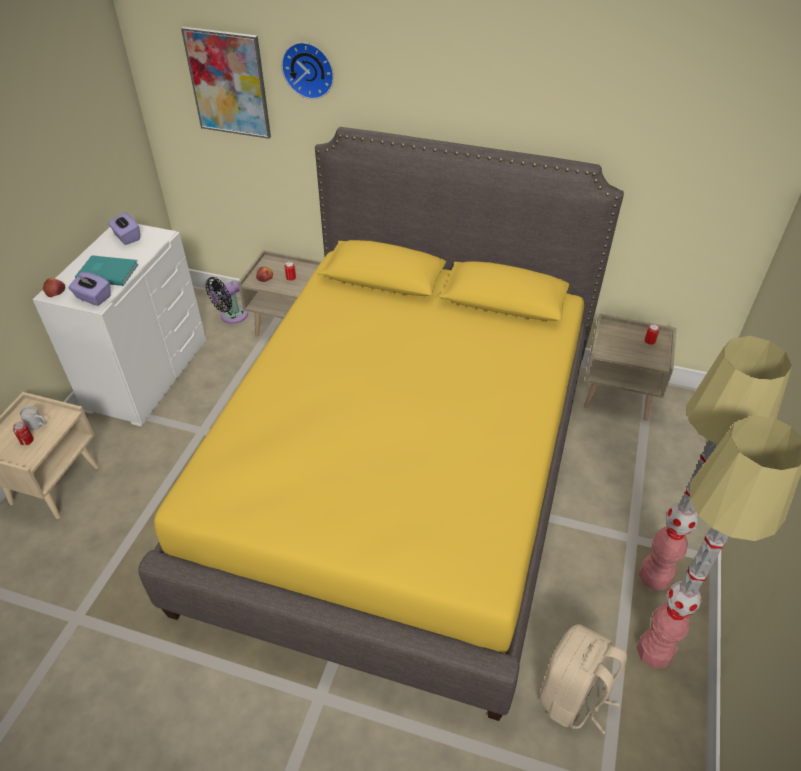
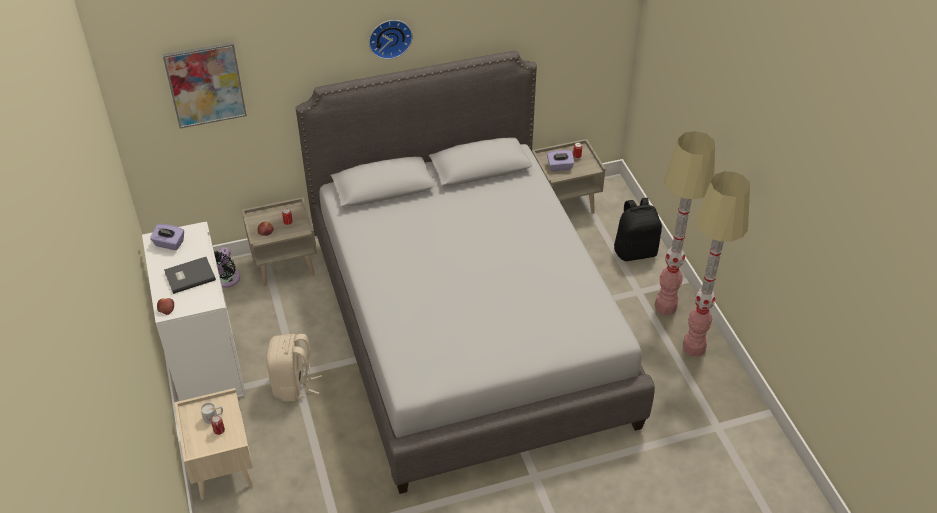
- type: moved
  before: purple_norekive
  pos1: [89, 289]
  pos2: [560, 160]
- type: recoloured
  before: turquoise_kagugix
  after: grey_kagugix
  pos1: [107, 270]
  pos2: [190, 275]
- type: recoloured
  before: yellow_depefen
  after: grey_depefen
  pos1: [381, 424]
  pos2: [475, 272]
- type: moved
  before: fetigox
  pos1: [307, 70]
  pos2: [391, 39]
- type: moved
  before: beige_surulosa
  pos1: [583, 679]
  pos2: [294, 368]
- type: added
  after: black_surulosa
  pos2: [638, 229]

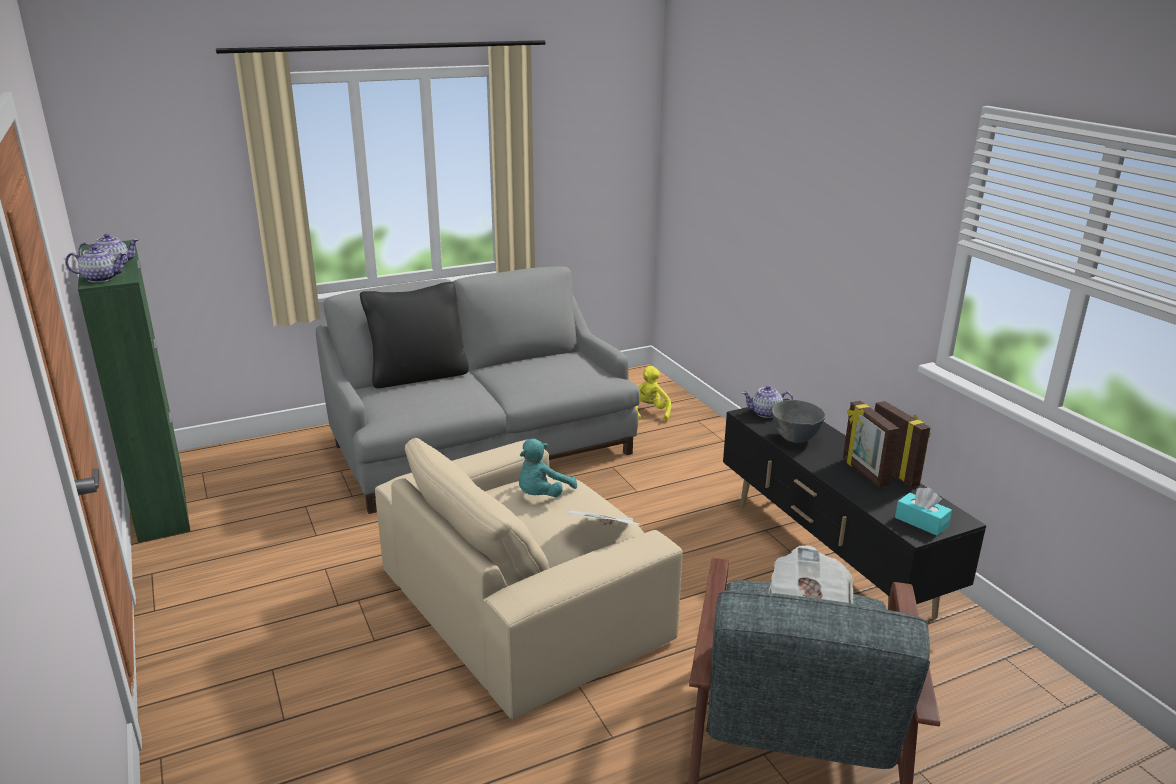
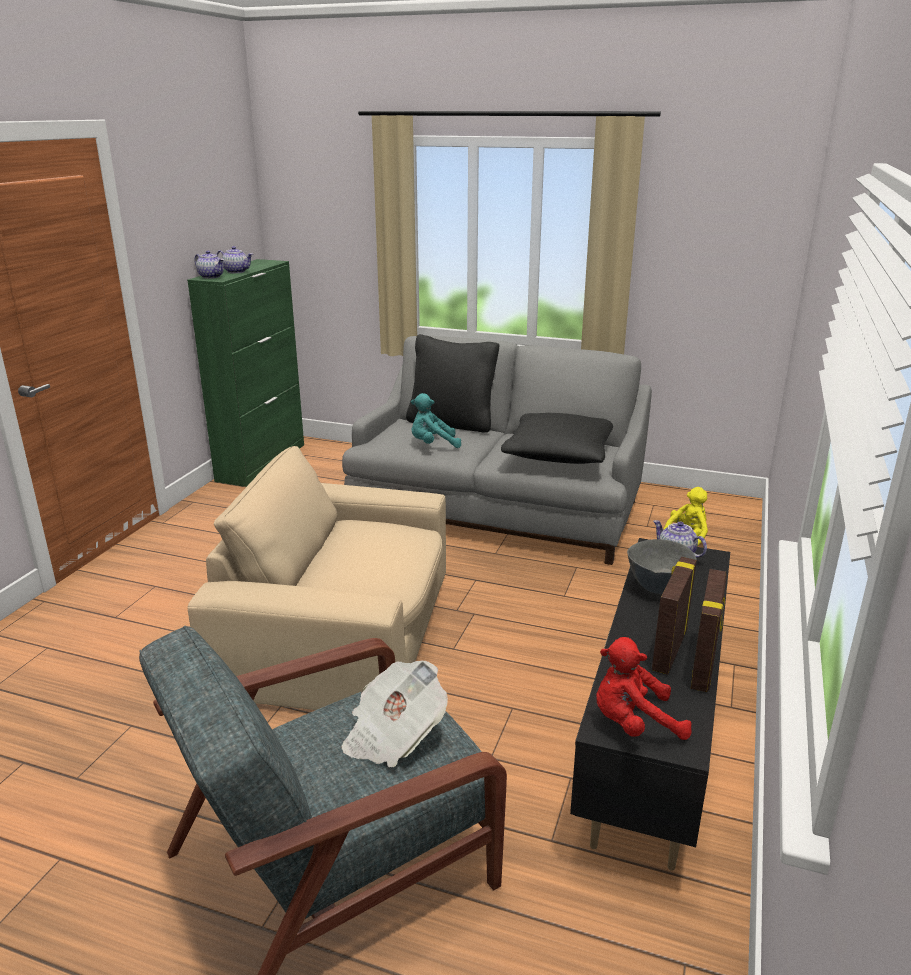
- type: moved
  before: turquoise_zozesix
  pos1: [548, 468]
  pos2: [436, 420]
- type: removed
  before: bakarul
  pos1: [603, 518]
- type: replaced
  before: turquoise_norekive
  after: red_zozesix
  pos1: [923, 511]
  pos2: [644, 688]
- type: added
  after: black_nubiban
  pos2: [557, 438]

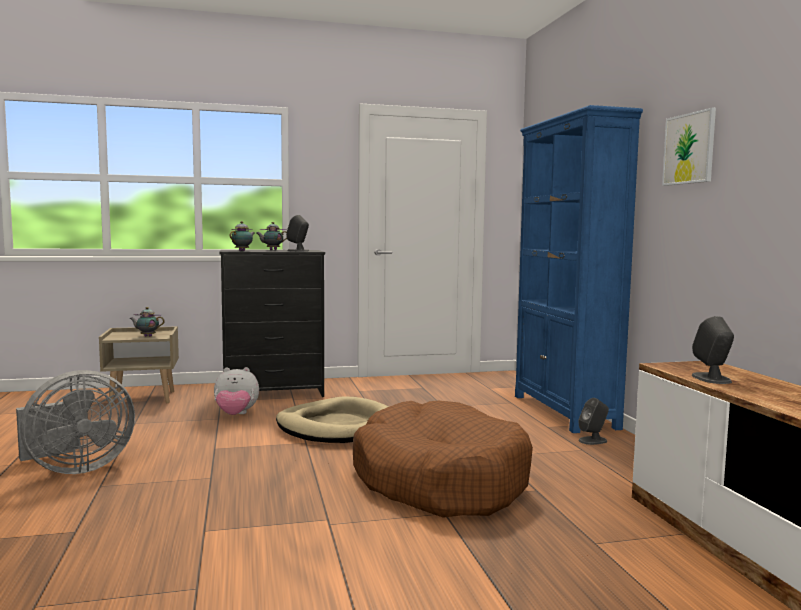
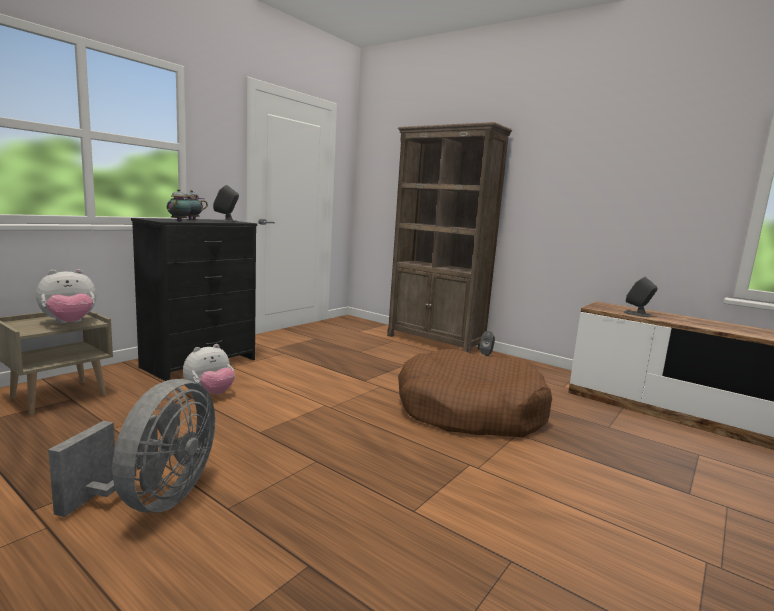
- type: replaced
  before: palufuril
  after: zozesix
  pos1: [147, 322]
  pos2: [66, 296]
- type: removed
  before: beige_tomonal
  pos1: [332, 419]
- type: recoloured
  before: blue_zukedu
  after: brown_zukedu
  pos1: [579, 269]
  pos2: [449, 237]
- type: removed
  before: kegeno
  pos1: [689, 147]

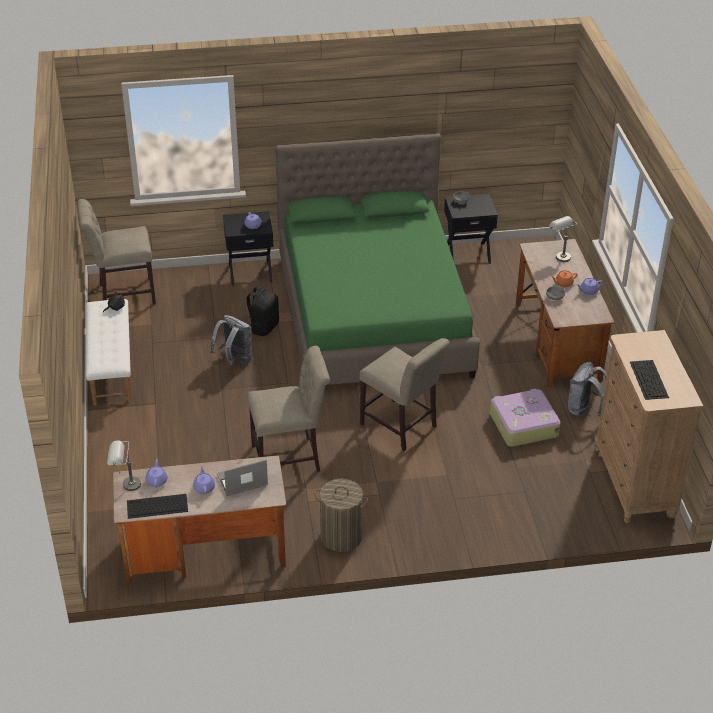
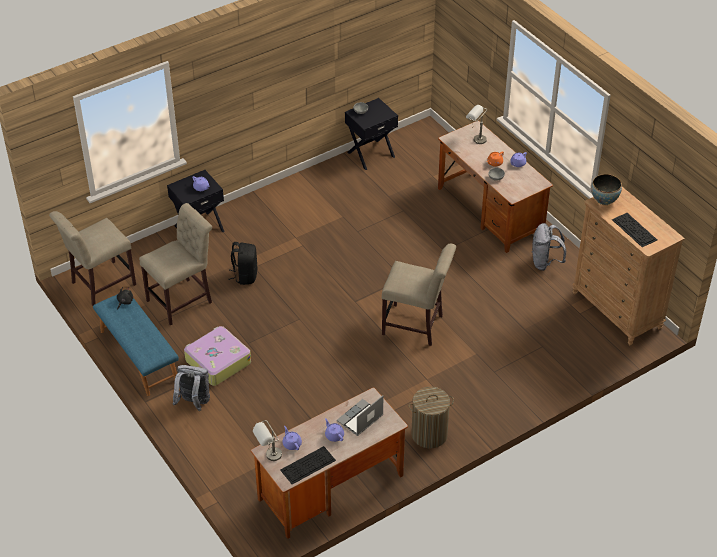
- type: recoloured
  before: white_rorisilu
  after: blue_rorisilu
  pos1: [109, 352]
  pos2: [136, 345]
- type: moved
  before: grey_surulosa
  pos1: [231, 340]
  pos2: [191, 388]
- type: moved
  before: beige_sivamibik
  pos1: [289, 409]
  pos2: [175, 264]
- type: removed
  before: green_depefen
  pos1: [377, 259]
- type: moved
  before: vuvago
  pos1: [525, 418]
  pos2: [217, 356]
- type: added
  after: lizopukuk
  pos2: [606, 189]

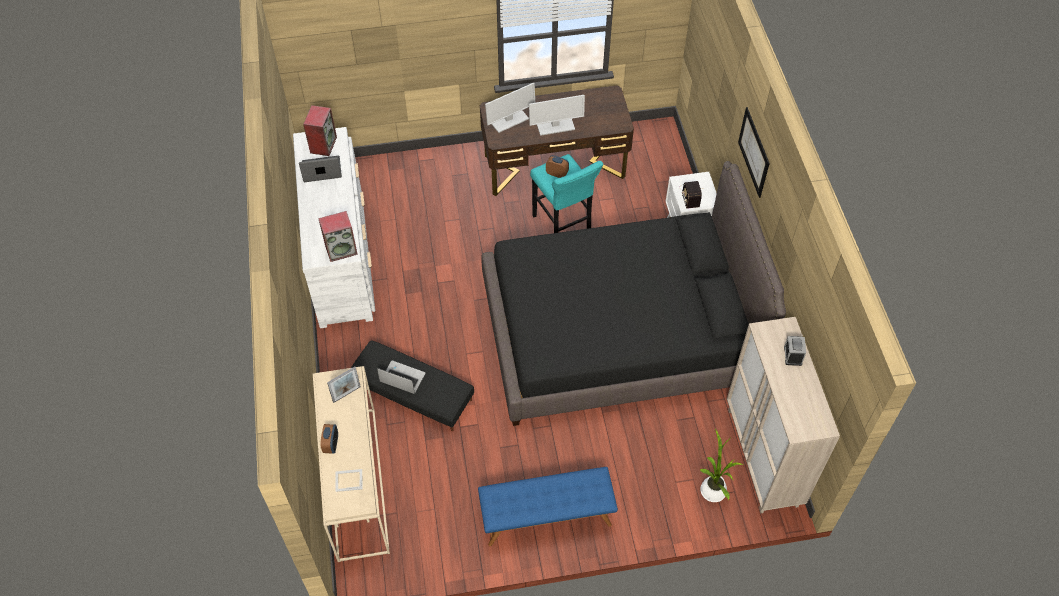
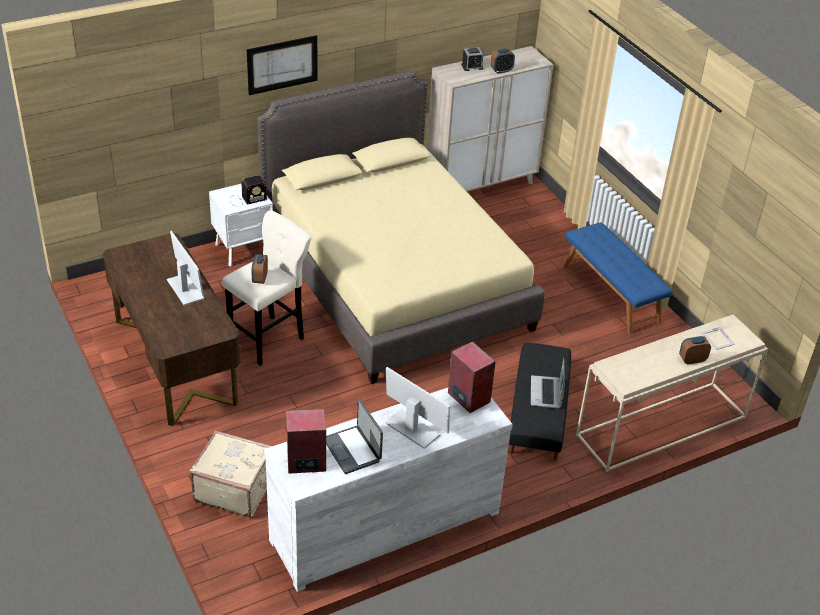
- type: removed
  before: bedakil
  pos1: [344, 385]
- type: recoloured
  before: black_depefen
  after: beige_depefen
  pos1: [633, 293]
  pos2: [401, 227]
- type: moved
  before: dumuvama
  pos1: [510, 108]
  pos2: [417, 408]
- type: recoloured
  before: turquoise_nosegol
  after: beige_nosegol
  pos1: [566, 193]
  pos2: [266, 288]
- type: removed
  before: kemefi
  pos1: [722, 465]
- type: added
  after: beige_vuvago
  pos2: [231, 473]
- type: added
  after: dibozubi
  pos2: [502, 61]

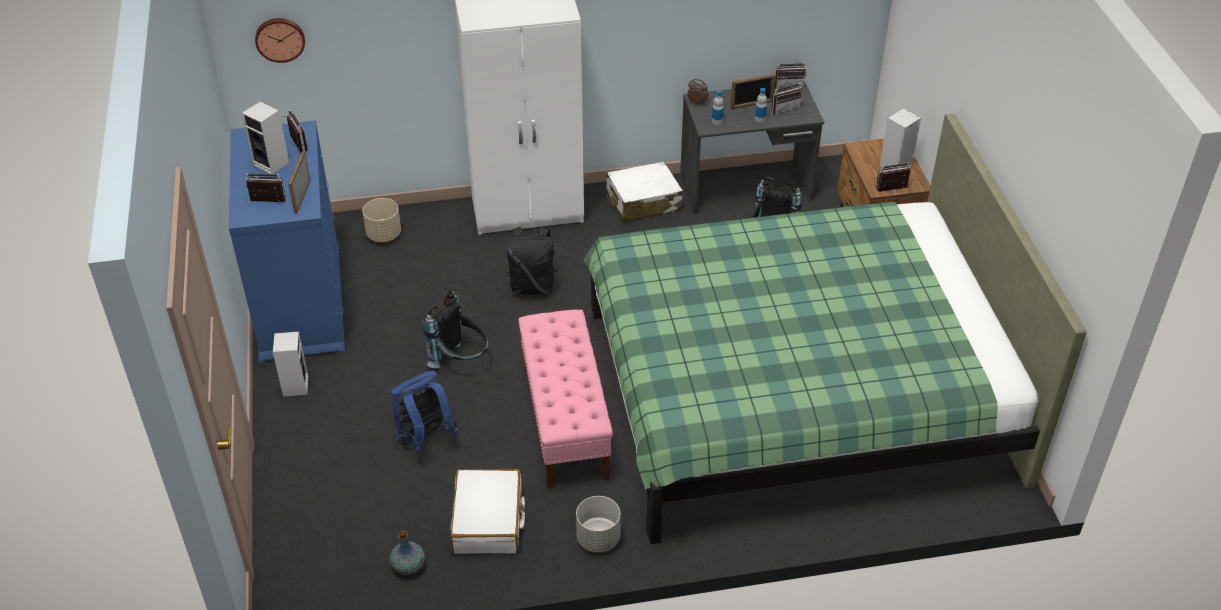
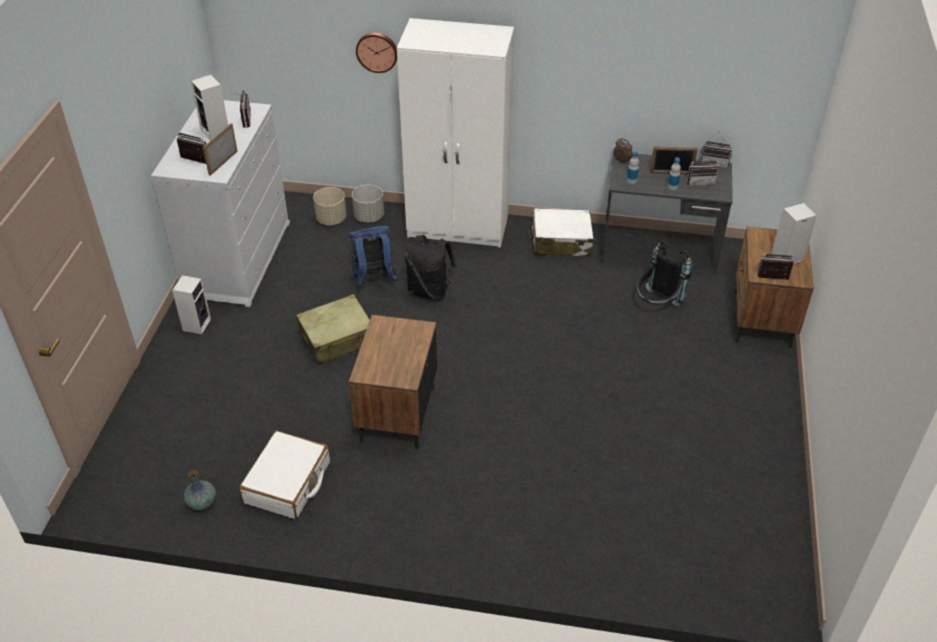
- type: recoloured
  before: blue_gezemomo
  after: white_gezemomo
  pos1: [287, 241]
  pos2: [220, 203]
- type: moved
  before: fetigox
  pos1: [280, 40]
  pos2: [376, 52]
- type: moved
  before: blue_surulosa
  pos1: [424, 411]
  pos2: [373, 256]
- type: replaced
  before: black_surulosa
  after: beige_vuvago
  pos1: [455, 329]
  pos2: [333, 329]
- type: replaced
  before: pink_rorisilu
  after: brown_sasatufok
  pos1: [566, 399]
  pos2: [393, 382]
- type: moved
  before: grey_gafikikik
  pos1: [598, 524]
  pos2: [368, 204]
- type: removed
  before: green_depefen
  pos1: [835, 328]

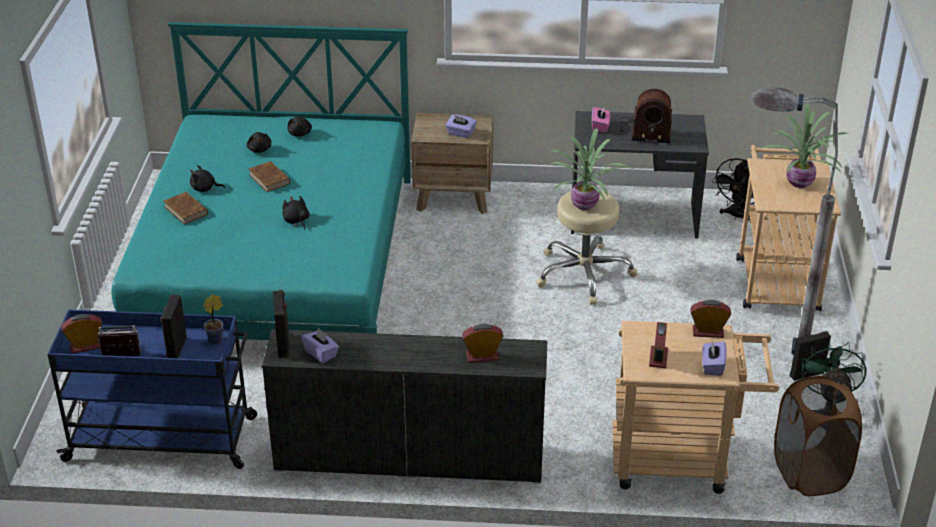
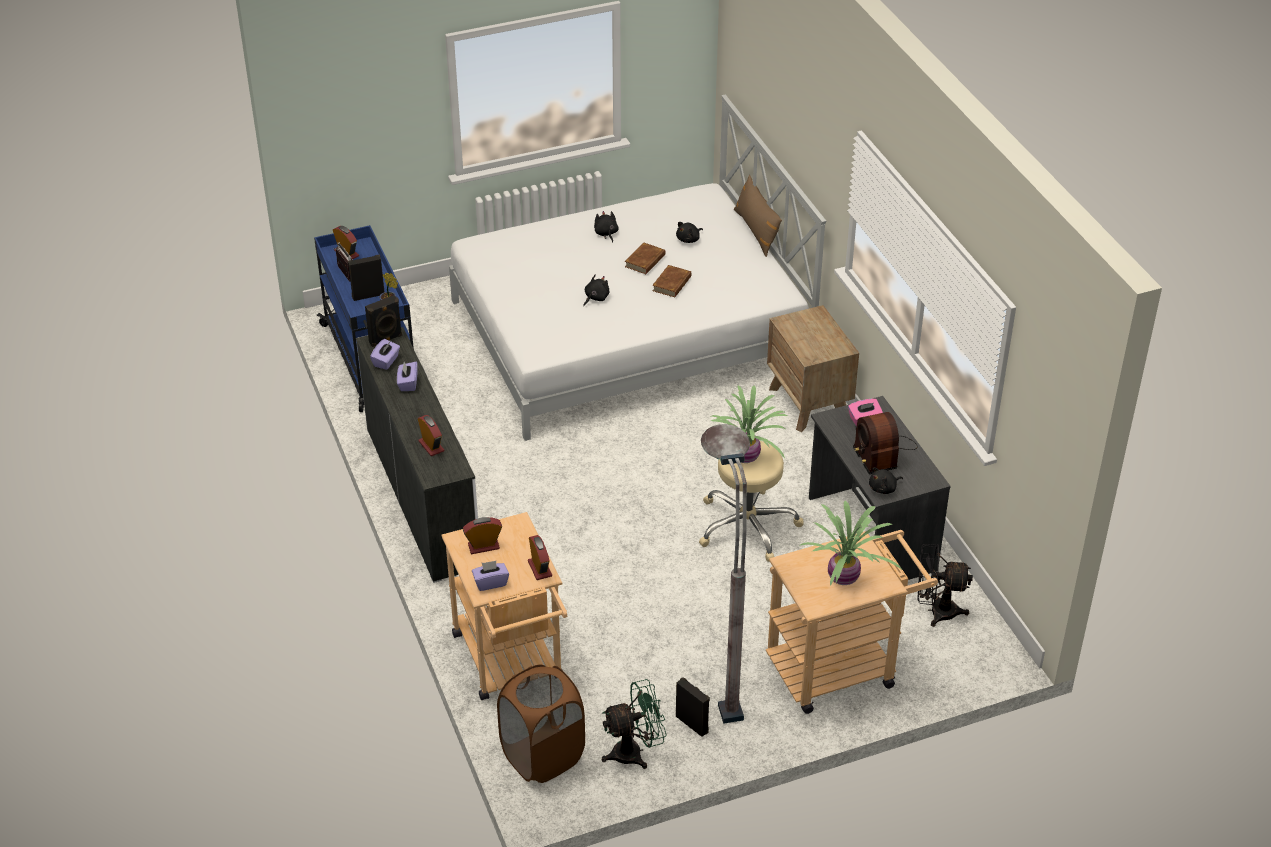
- type: recoloured
  before: turquoise_depefen
  after: white_depefen
  pos1: [261, 181]
  pos2: [637, 267]
- type: moved
  before: brown_kagugix
  pos1: [186, 208]
  pos2: [672, 281]
- type: moved
  before: black_zozesix
  pos1: [299, 126]
  pos2: [886, 480]
- type: moved
  before: purple_norekive
  pos1: [461, 126]
  pos2: [407, 376]
- type: added
  after: brown_nubiban
  pos2: [758, 216]

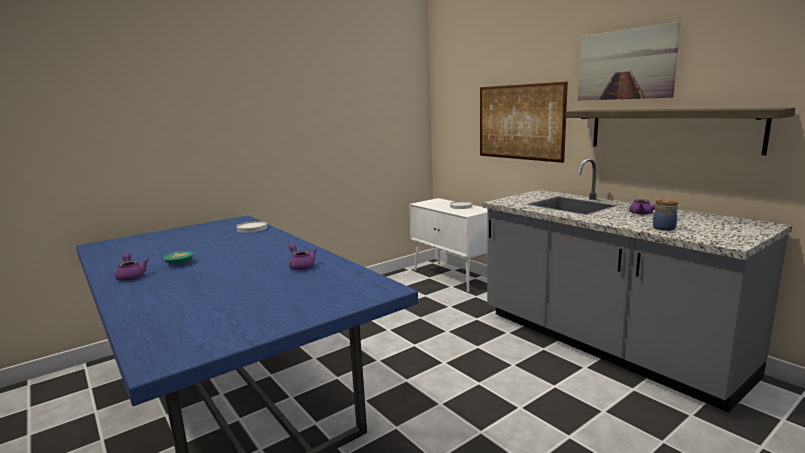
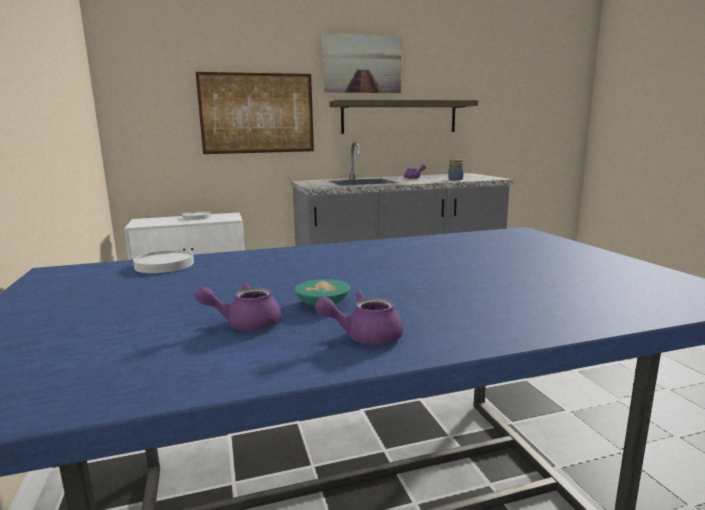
- type: moved
  before: purple_palufuril
  pos1: [303, 256]
  pos2: [238, 306]

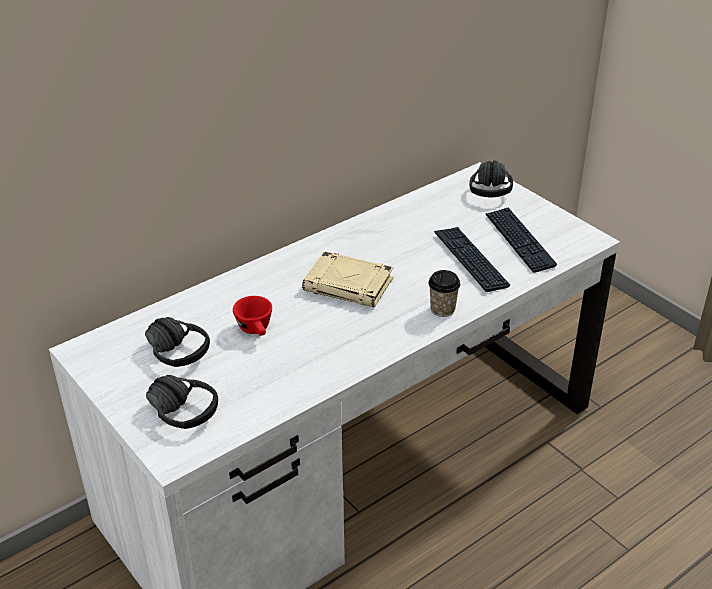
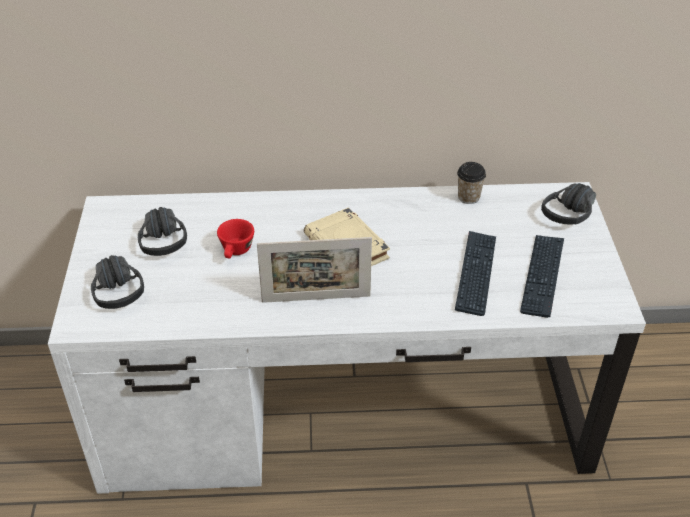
- type: moved
  before: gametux
  pos1: [444, 293]
  pos2: [471, 183]
- type: added
  after: bedakil
  pos2: [314, 270]

